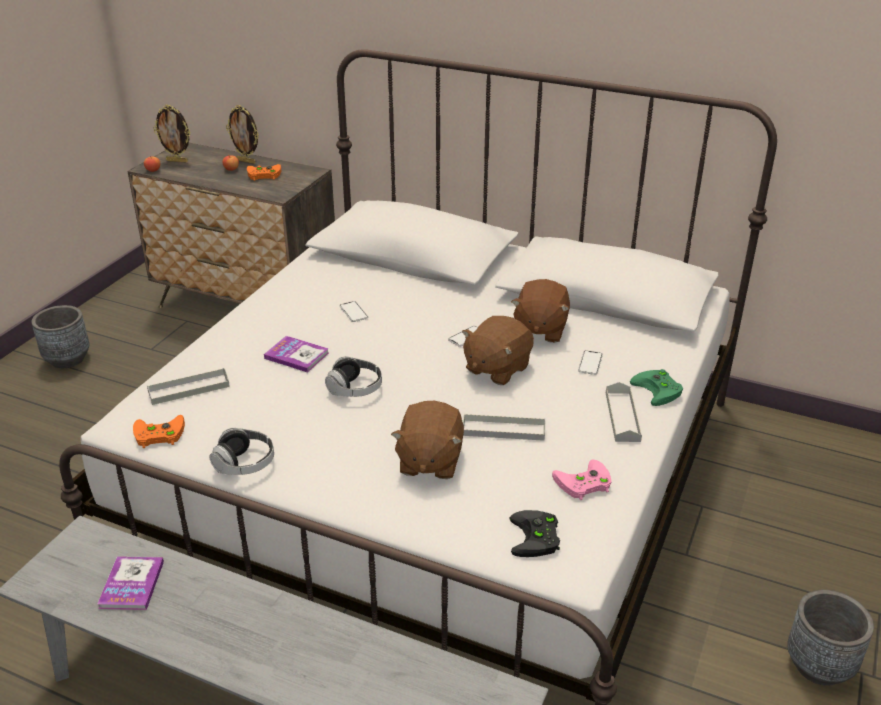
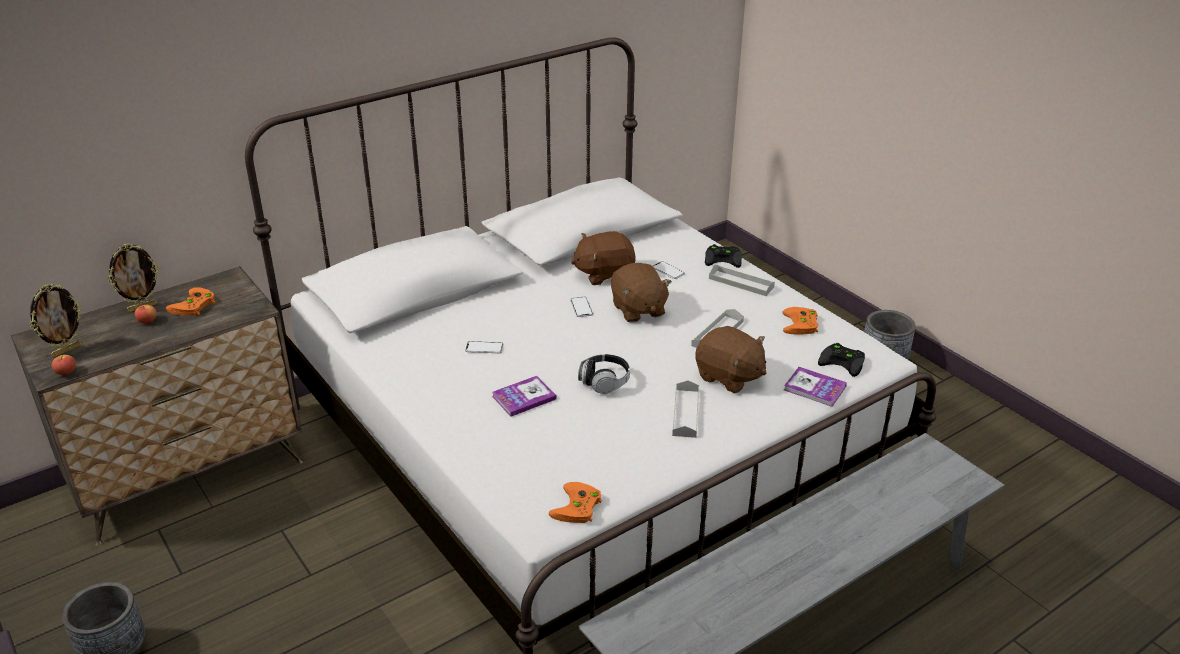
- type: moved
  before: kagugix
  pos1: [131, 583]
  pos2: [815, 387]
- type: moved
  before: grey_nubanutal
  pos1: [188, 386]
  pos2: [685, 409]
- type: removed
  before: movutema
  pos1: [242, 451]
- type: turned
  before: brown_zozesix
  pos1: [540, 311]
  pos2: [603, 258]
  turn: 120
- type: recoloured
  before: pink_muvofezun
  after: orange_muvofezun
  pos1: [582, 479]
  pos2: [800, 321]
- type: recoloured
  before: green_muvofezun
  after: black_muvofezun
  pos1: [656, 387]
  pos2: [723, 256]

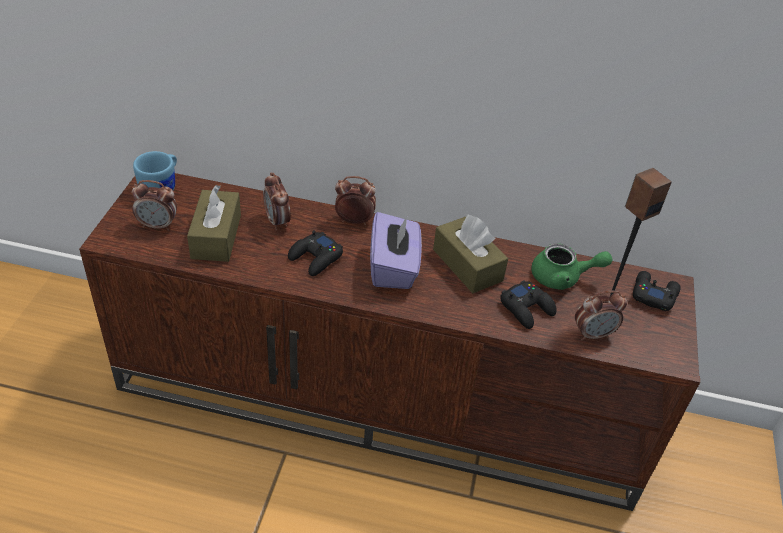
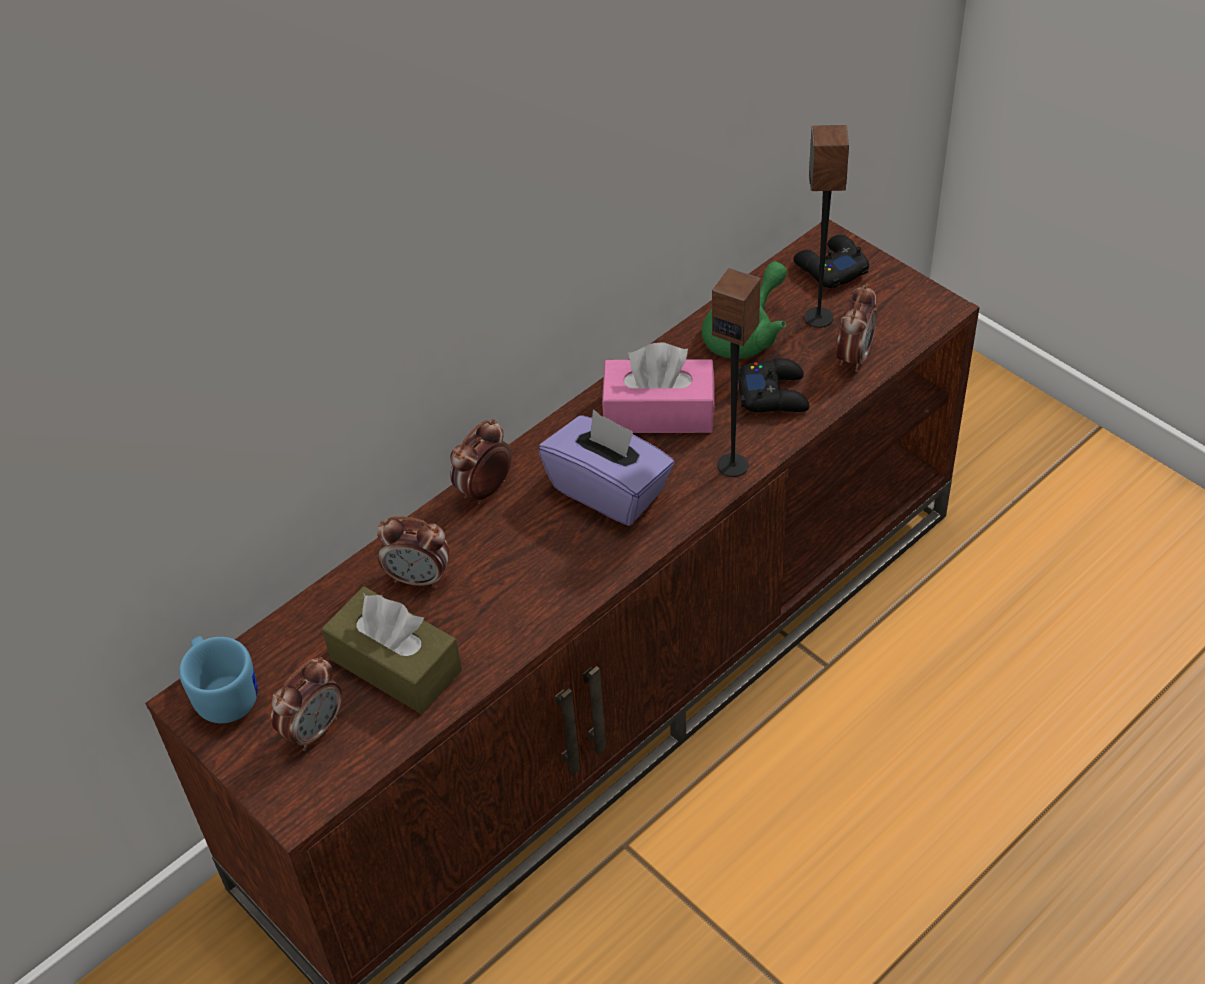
- type: removed
  before: black_muvofezun
  pos1: [315, 253]
- type: recoloured
  before: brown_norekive
  after: pink_norekive
  pos1: [470, 253]
  pos2: [658, 387]
- type: added
  after: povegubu
  pos2: [736, 372]

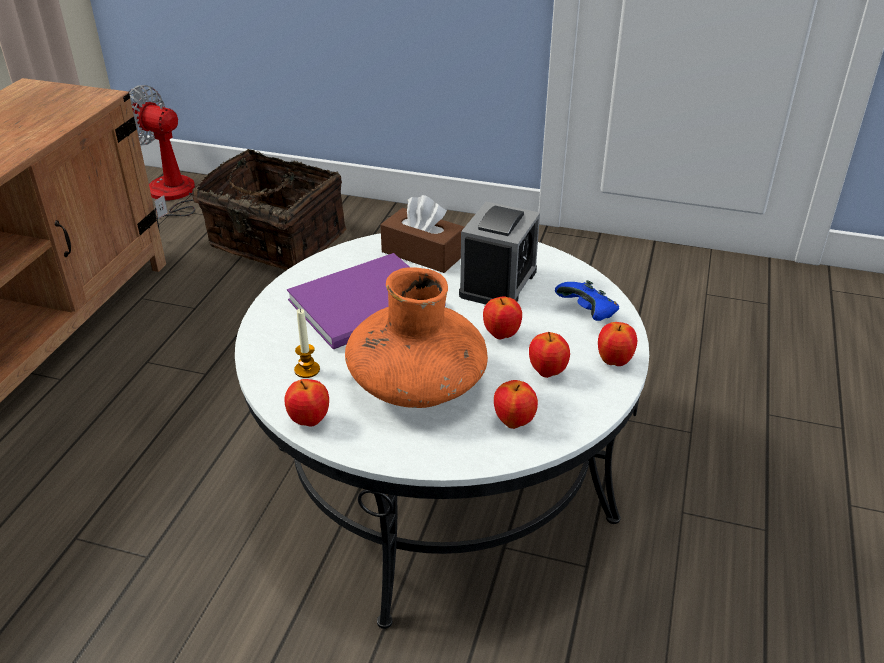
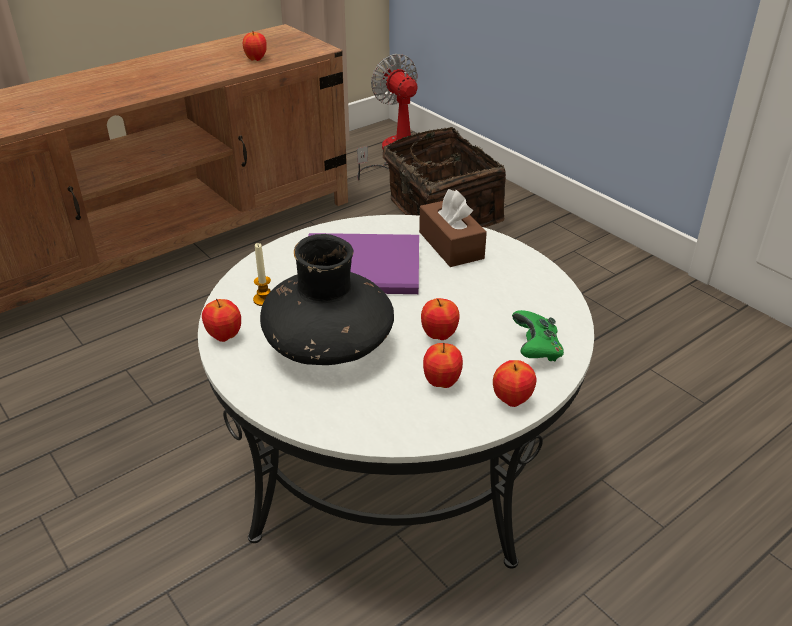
- type: recoloured
  before: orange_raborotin
  after: black_raborotin
  pos1: [416, 338]
  pos2: [327, 299]
- type: removed
  before: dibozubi
  pos1: [499, 253]
- type: moved
  before: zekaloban
  pos1: [516, 404]
  pos2: [255, 46]
- type: recoloured
  before: blue_muvofezun
  after: green_muvofezun
  pos1: [587, 300]
  pos2: [538, 335]

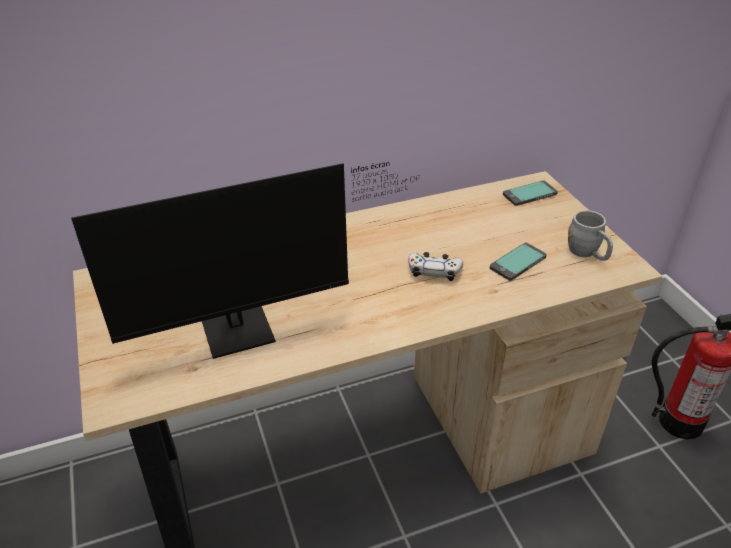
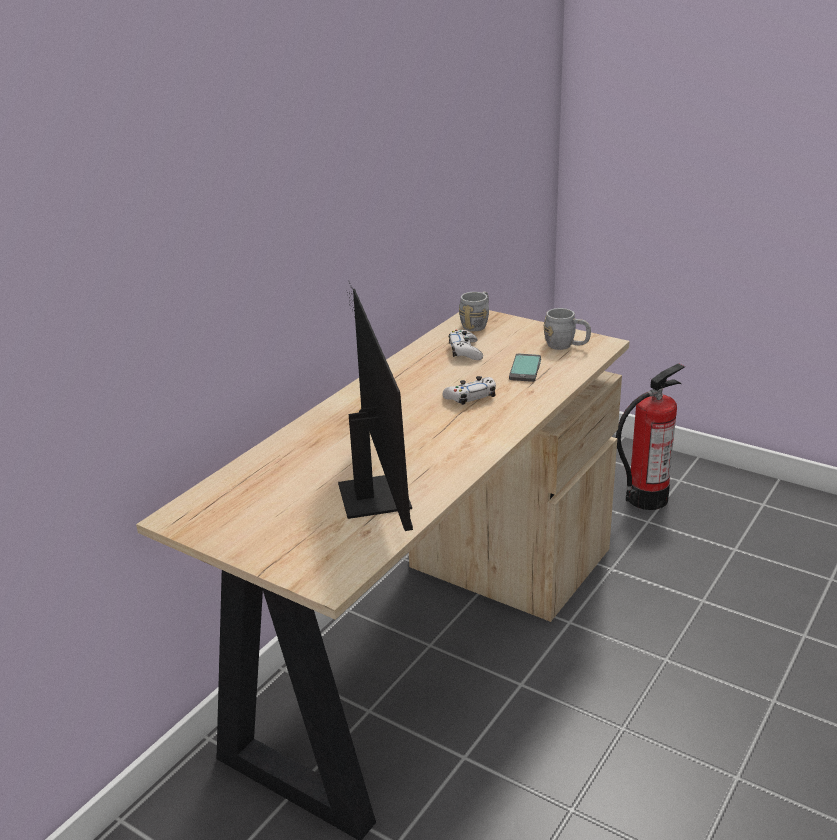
- type: turned
  before: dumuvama
  pos1: [245, 260]
  pos2: [375, 406]
  turn: -45
- type: replaced
  before: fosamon
  after: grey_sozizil
  pos1: [530, 193]
  pos2: [474, 311]
- type: added
  after: white_muvofezun
  pos2: [466, 345]

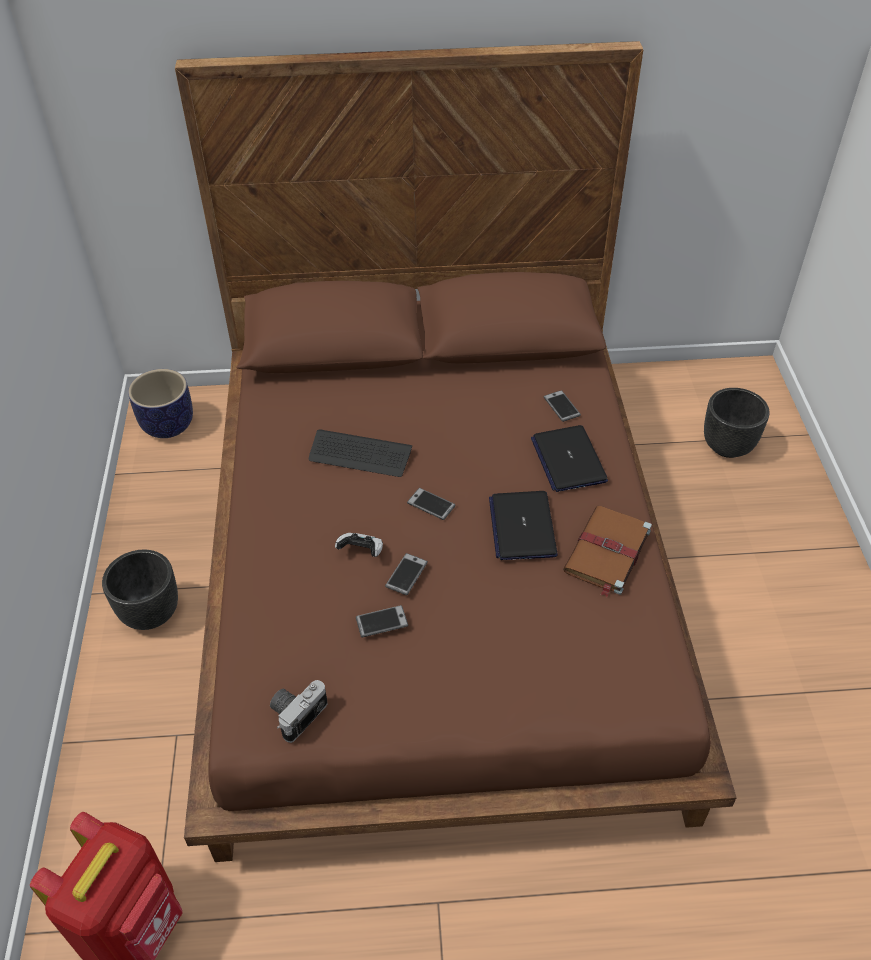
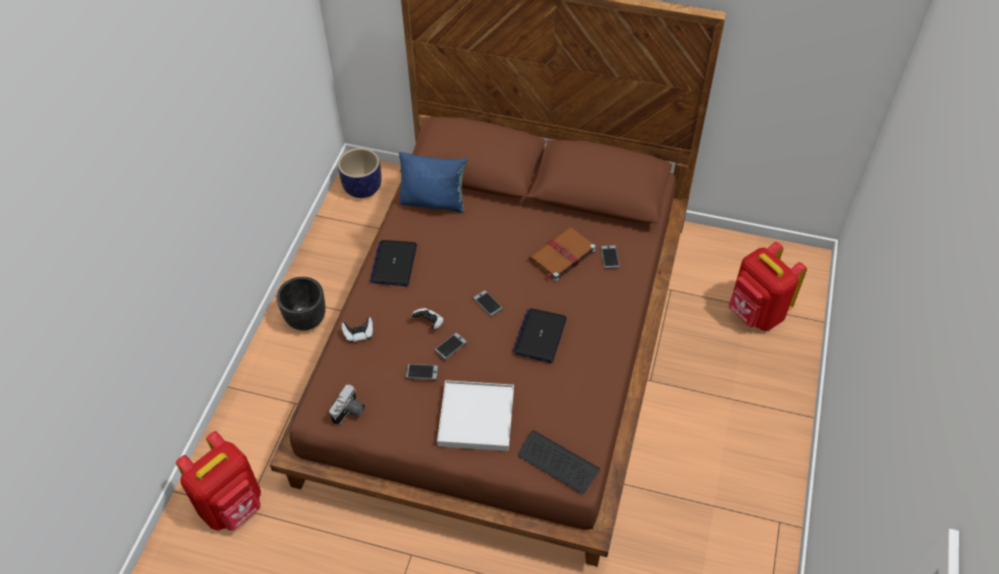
- type: turned
  before: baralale
  pos1: [299, 711]
  pos2: [347, 405]
  turn: 150
- type: moved
  before: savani
  pos1: [360, 453]
  pos2: [559, 462]
- type: moved
  before: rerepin
  pos1: [569, 458]
  pos2: [393, 263]
- type: moved
  before: brown_kagugix
  pos1: [607, 551]
  pos2: [562, 254]
- type: replaced
  before: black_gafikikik
  after: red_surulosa
  pos1: [736, 423]
  pos2: [768, 286]
- type: added
  after: muvofezun
  pos2: [357, 329]
- type: added
  after: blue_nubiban
  pos2: [433, 182]
- type: added
  after: white_nubanutal
  pos2: [475, 415]

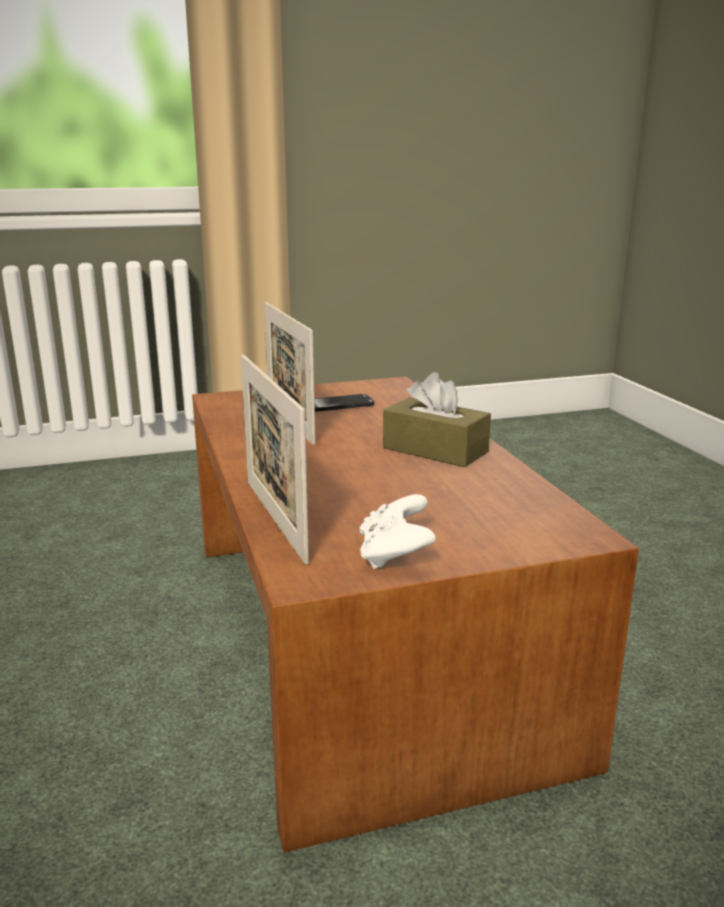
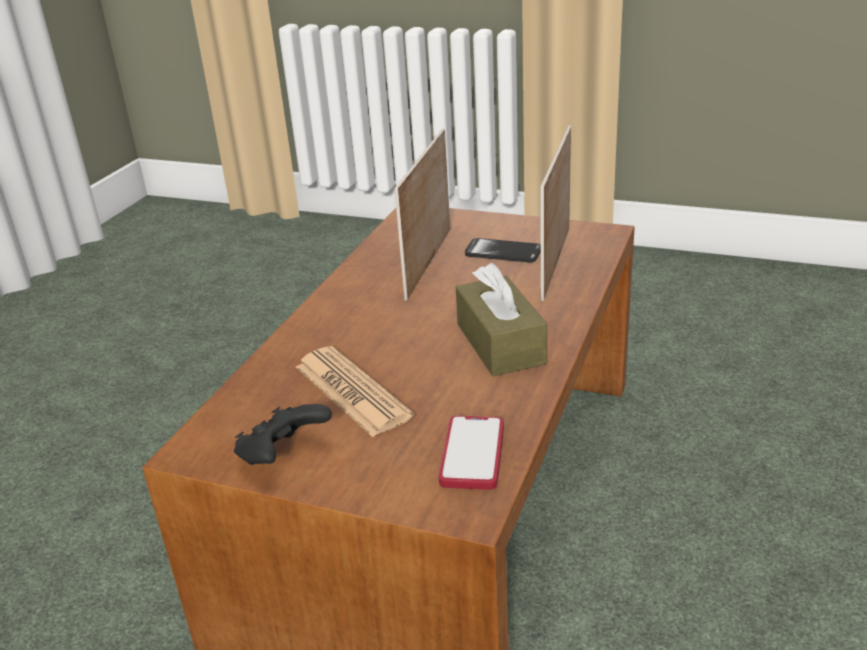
- type: moved
  before: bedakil
  pos1: [275, 460]
  pos2: [555, 213]
- type: recoloured
  before: white_muvofezun
  after: black_muvofezun
  pos1: [398, 531]
  pos2: [283, 434]
- type: added
  after: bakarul
  pos2: [354, 391]
- type: added
  after: fosamon
  pos2: [471, 453]

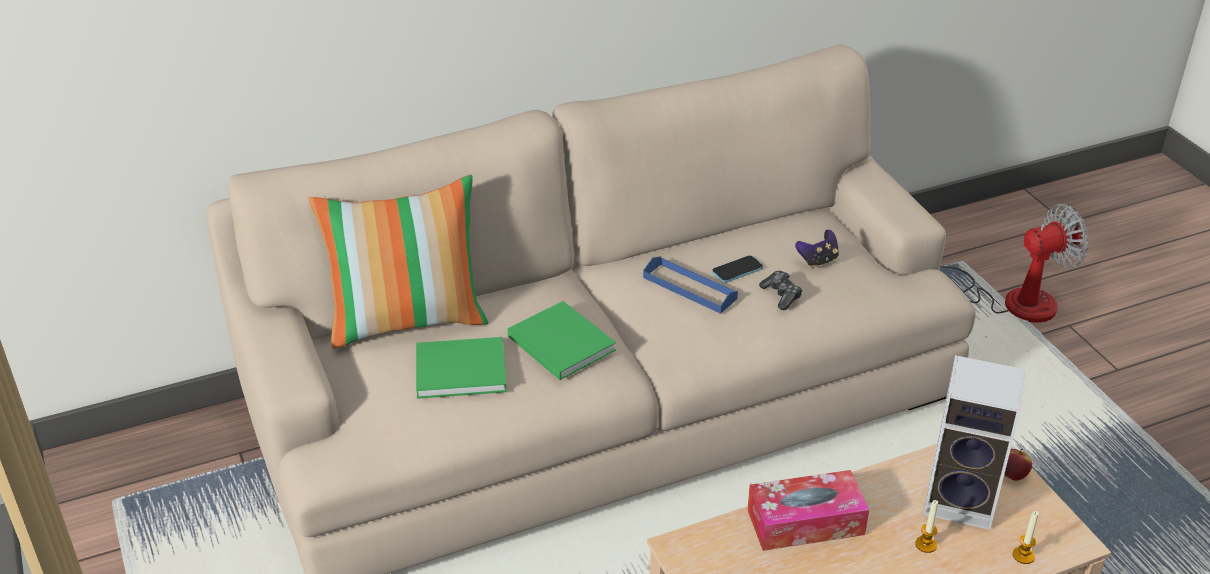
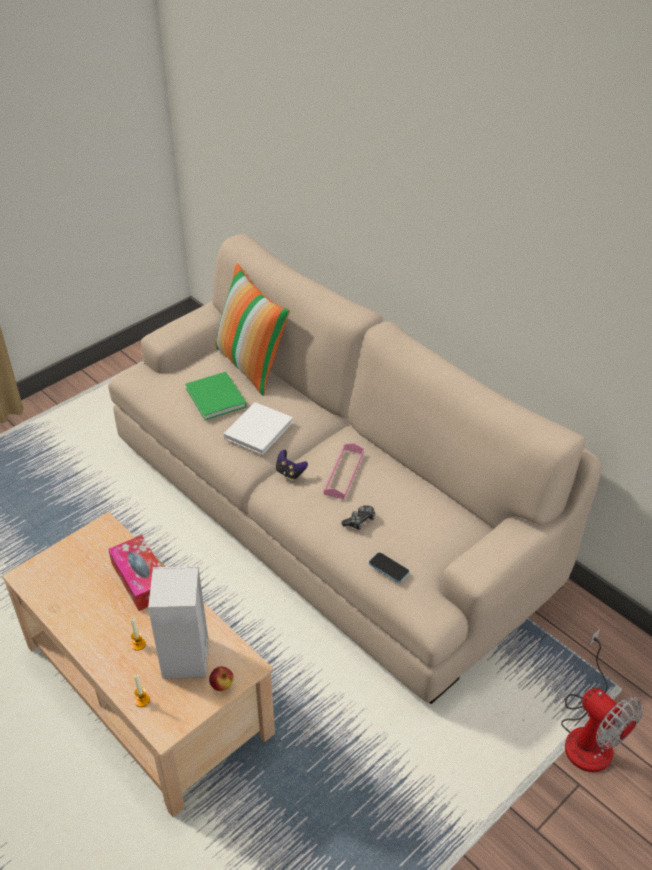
- type: recoloured
  before: green_kagugix
  after: white_kagugix
  pos1: [562, 340]
  pos2: [258, 428]
- type: recoloured
  before: blue_nubanutal
  after: pink_nubanutal
  pos1: [690, 285]
  pos2: [344, 471]
- type: moved
  before: fosamon
  pos1: [737, 269]
  pos2: [389, 567]
- type: moved
  before: muvofezun
  pos1: [817, 249]
  pos2: [292, 465]

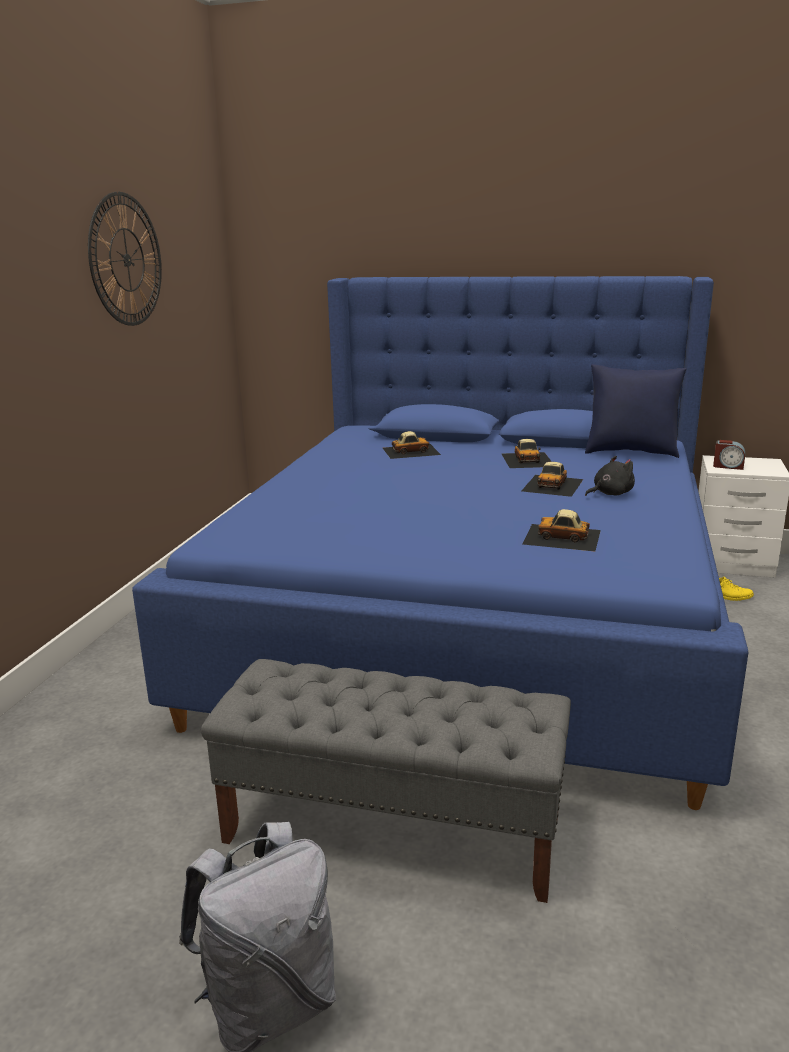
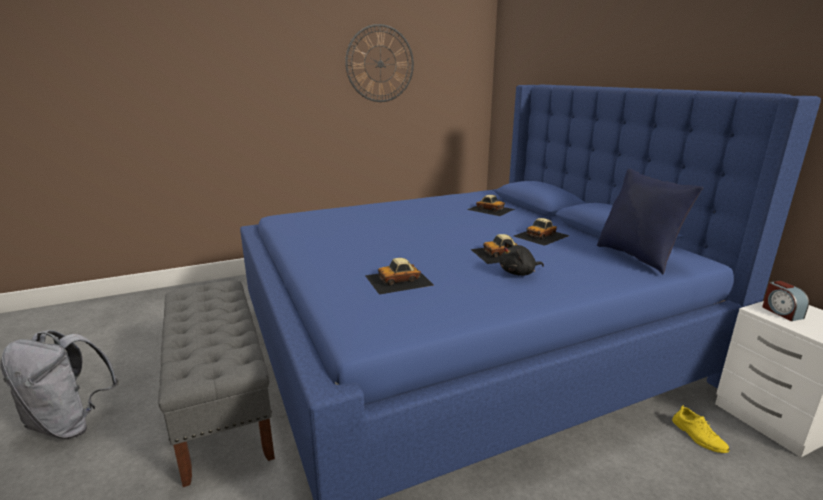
- type: turned
  before: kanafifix
  pos1: [562, 530]
  pos2: [399, 276]
  turn: -90
- type: turned
  before: black_zozesix
  pos1: [610, 476]
  pos2: [522, 258]
  turn: 135

